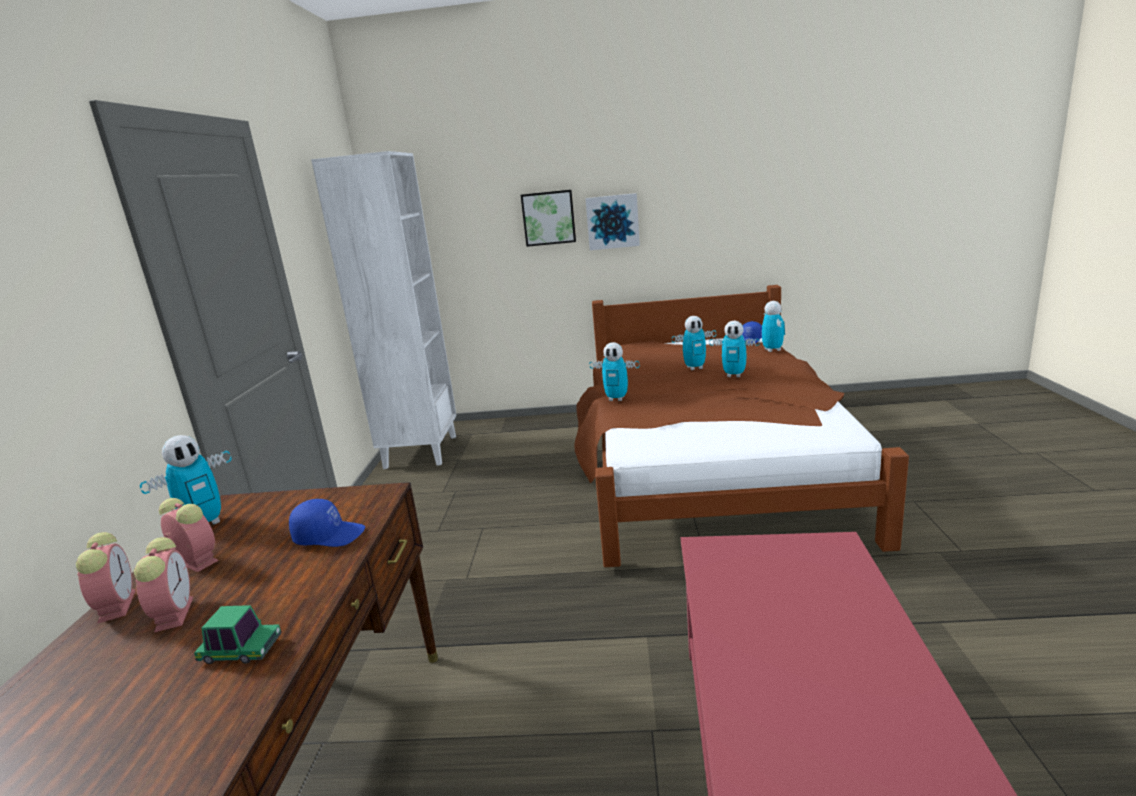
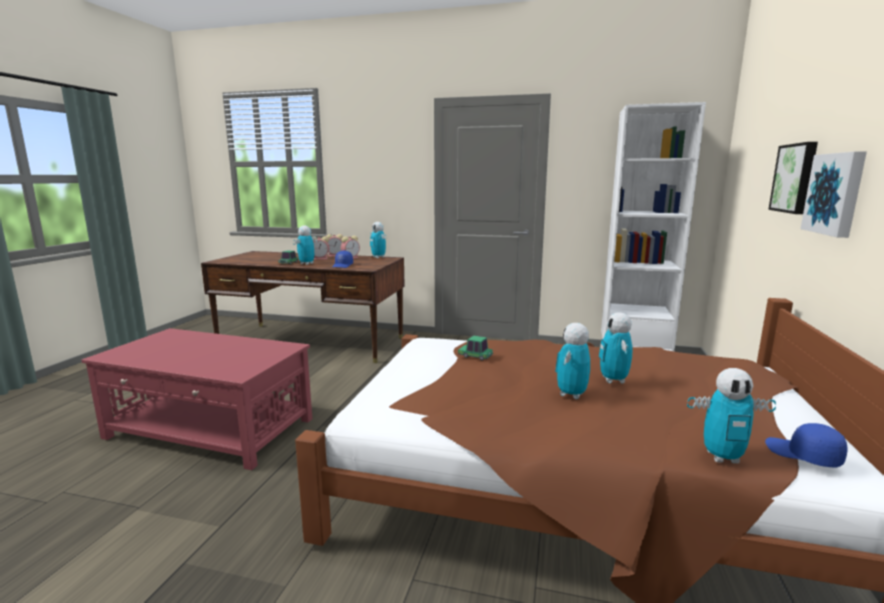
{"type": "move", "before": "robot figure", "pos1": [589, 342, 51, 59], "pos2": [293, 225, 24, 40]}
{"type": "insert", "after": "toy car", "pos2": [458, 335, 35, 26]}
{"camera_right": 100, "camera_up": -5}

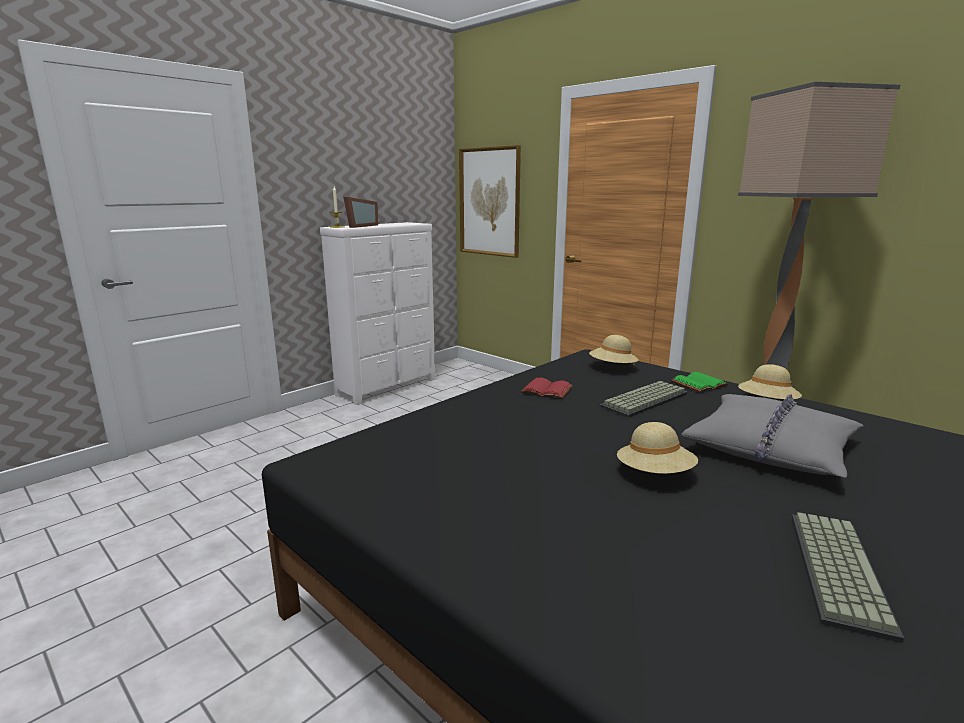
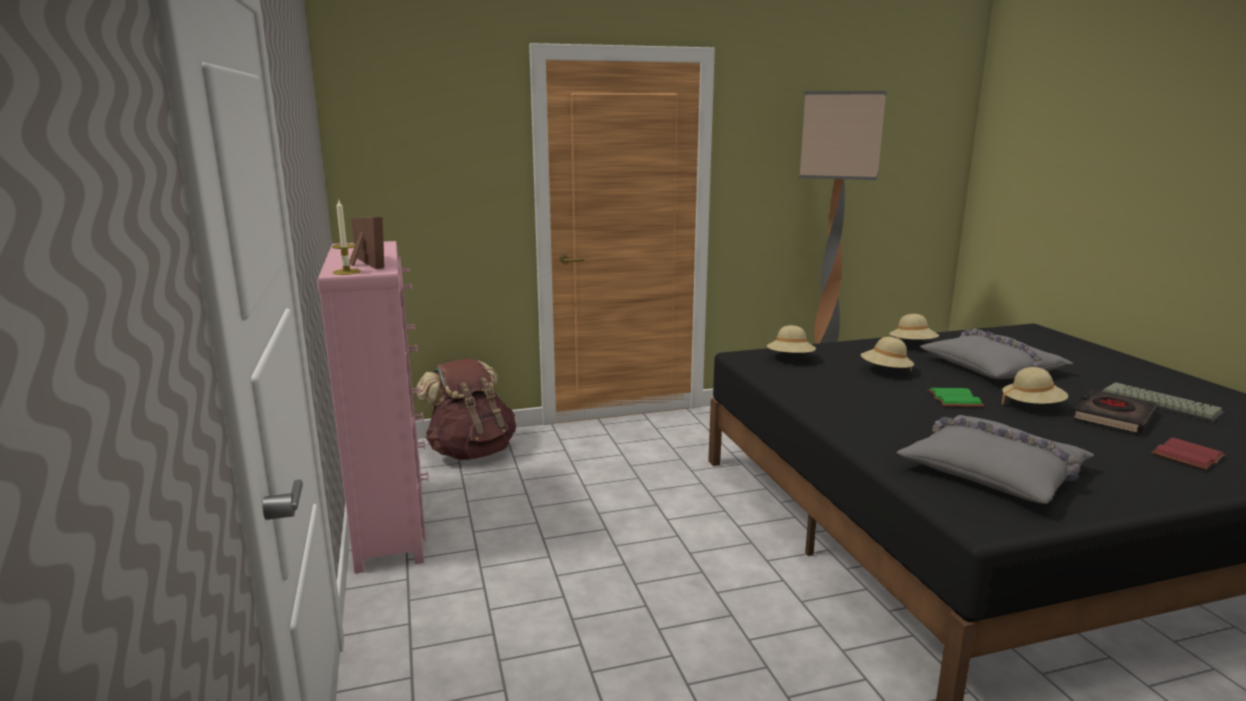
{"type": "delete", "before": "wall art", "pos1": [459, 145, 62, 113]}
{"type": "recolor", "before": "drawer chest (white-coloured)", "after": "drawer chest (pink-coloured)", "pos1": [320, 222, 115, 183], "pos2": [317, 241, 112, 333]}
{"type": "move", "before": "volume (greenish)", "pos1": [671, 372, 58, 20], "pos2": [927, 388, 57, 19]}
{"type": "move", "before": "volume (reddish)", "pos1": [521, 378, 52, 21], "pos2": [1151, 438, 75, 32]}
{"type": "replace", "before": "keyboard", "after": "hat (sand-coloured)", "pos1": [600, 381, 87, 37], "pos2": [861, 337, 53, 34]}
{"type": "insert", "after": "backpack (brownish)", "pos2": [416, 358, 100, 102]}
{"type": "insert", "after": "volume (black-coloured)", "pos2": [1072, 389, 86, 45]}
{"type": "insert", "after": "cushion (greyish)", "pos2": [897, 415, 197, 89]}
{"camera_right": -60, "camera_up": 0}

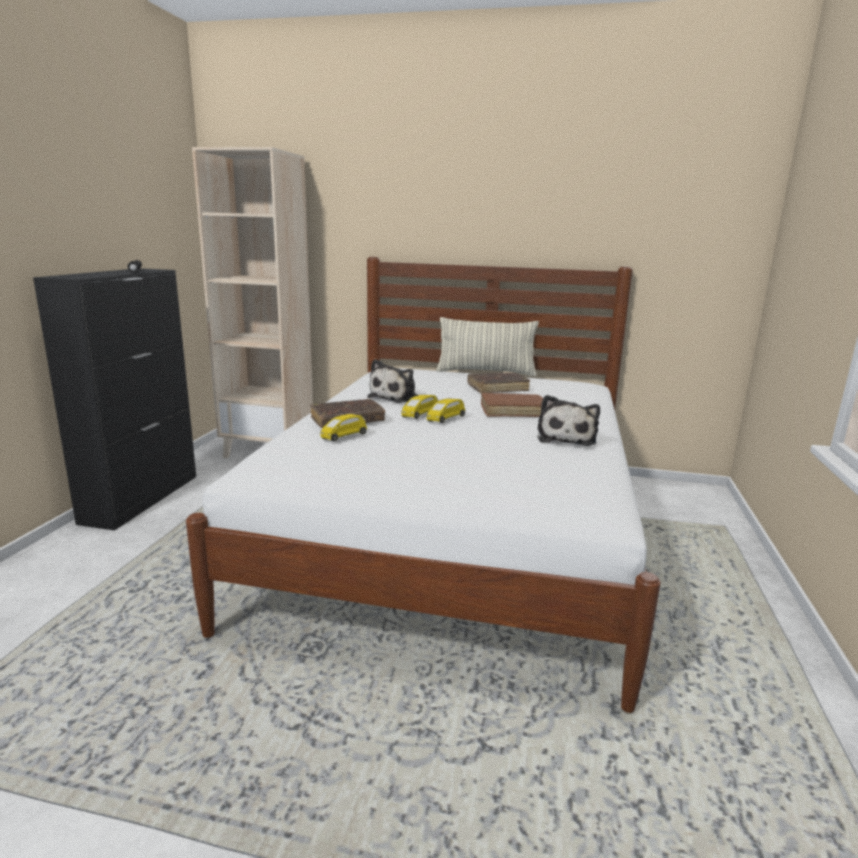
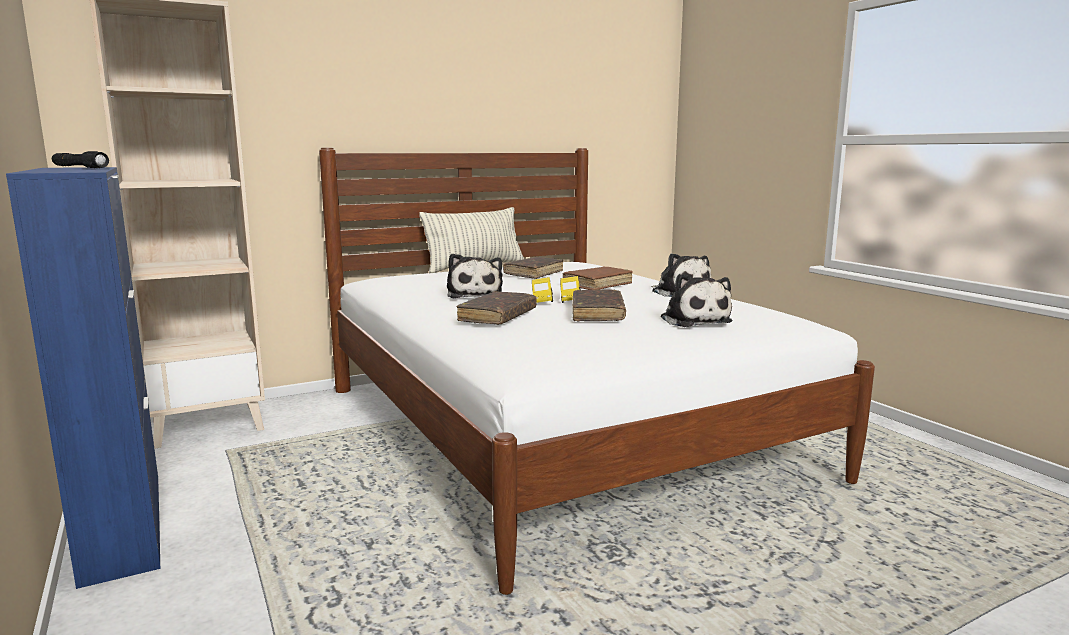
{"type": "recolor", "before": "cupboard (black-coloured)", "after": "cupboard (bluish)", "pos1": [33, 268, 163, 263], "pos2": [6, 167, 155, 422]}
{"type": "delete", "before": "toy car (yellow-coloured)", "pos1": [320, 414, 47, 27]}
{"type": "insert", "after": "cuddly toy", "pos2": [661, 274, 72, 53]}
{"type": "insert", "after": "volume (brownish)", "pos2": [572, 289, 54, 32]}
{"camera_right": -40, "camera_up": -5}

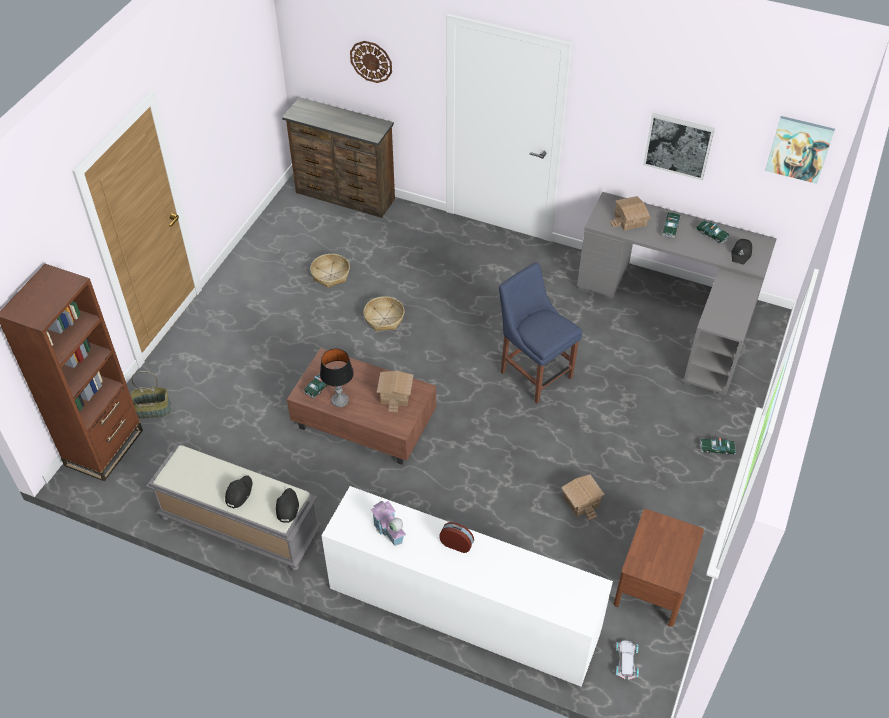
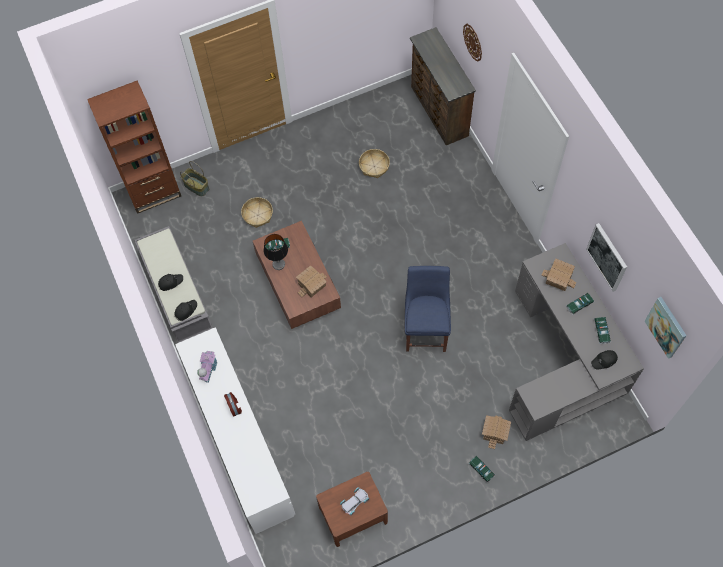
{"type": "move", "before": "basket", "pos1": [363, 296, 41, 36], "pos2": [241, 197, 32, 31]}
{"type": "move", "before": "toy house", "pos1": [561, 475, 44, 46], "pos2": [482, 415, 29, 34]}
{"type": "move", "before": "toy car (white-coloured)", "pos1": [615, 640, 24, 40], "pos2": [340, 487, 29, 29]}
{"camera_right": 45, "camera_up": 15}

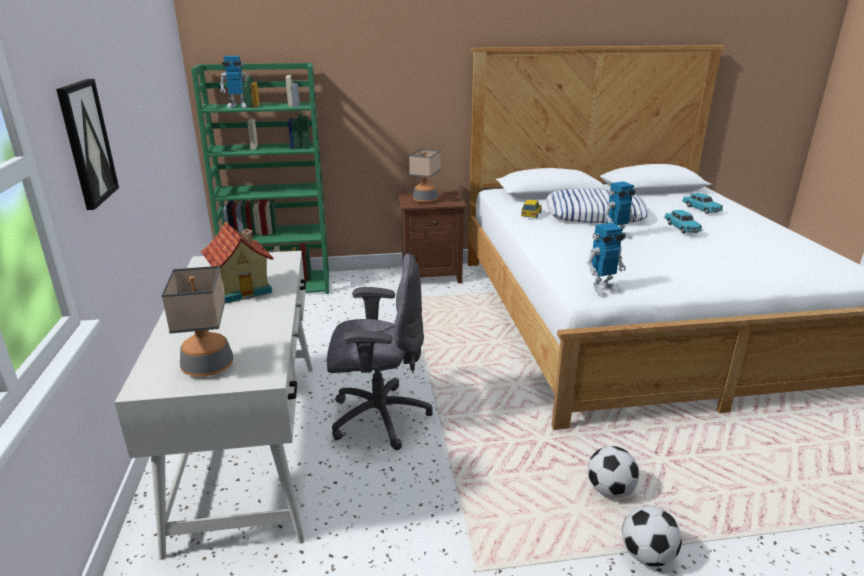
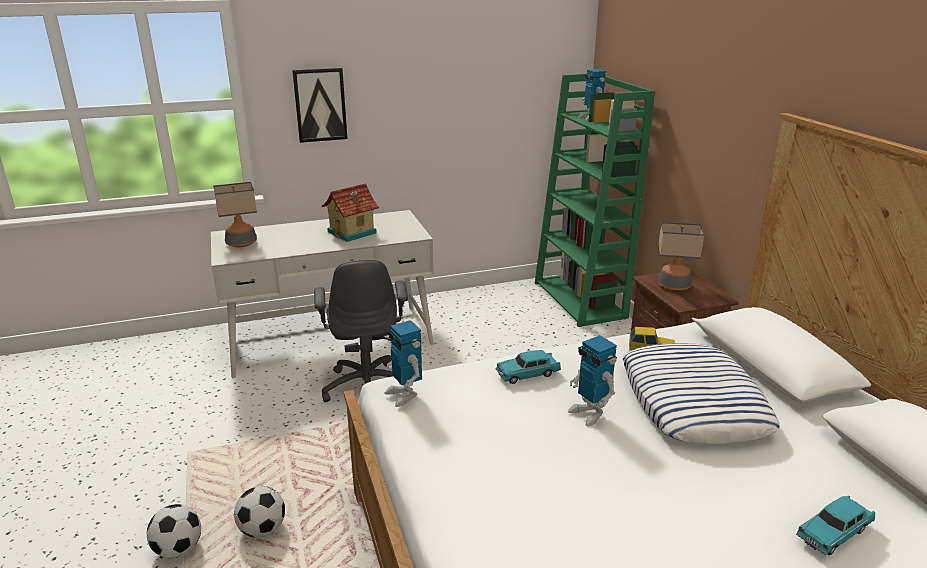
{"type": "move", "before": "toy car (turquoise-coloured)", "pos1": [664, 210, 38, 24], "pos2": [496, 350, 65, 34]}
{"camera_right": 80, "camera_up": 0}

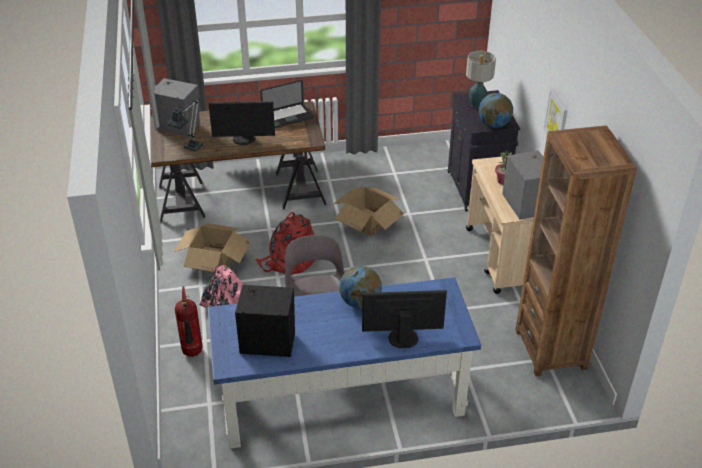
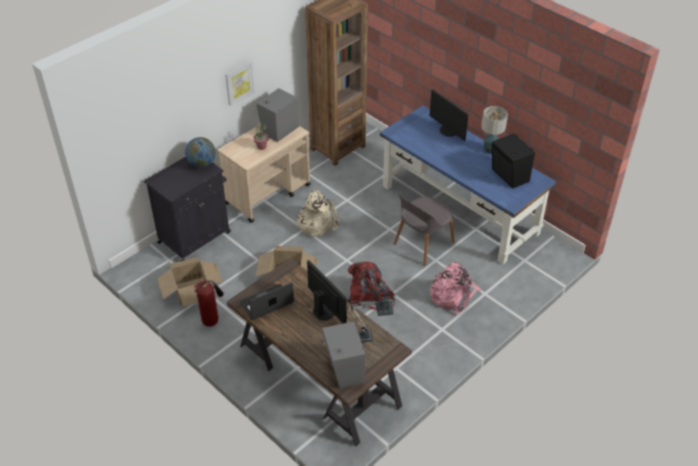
{"type": "move", "before": "tabletop lamp", "pos1": [466, 51, 30, 57], "pos2": [481, 106, 27, 48]}
{"type": "rotate", "before": "laptop", "pos1": [260, 80, 54, 48], "pos2": [239, 282, 55, 38], "turn": -60}
{"type": "move", "before": "cardboard box", "pos1": [174, 223, 76, 49], "pos2": [157, 257, 66, 50]}
{"type": "delete", "before": "desk globe", "pos1": [339, 266, 43, 43]}
{"type": "move", "before": "fire-fighting cylinder", "pos1": [175, 286, 28, 71], "pos2": [194, 281, 30, 46]}
{"type": "insert", "after": "backpack (sand-coloured)", "pos2": [295, 190, 44, 47]}
{"camera_right": -125, "camera_up": 5}

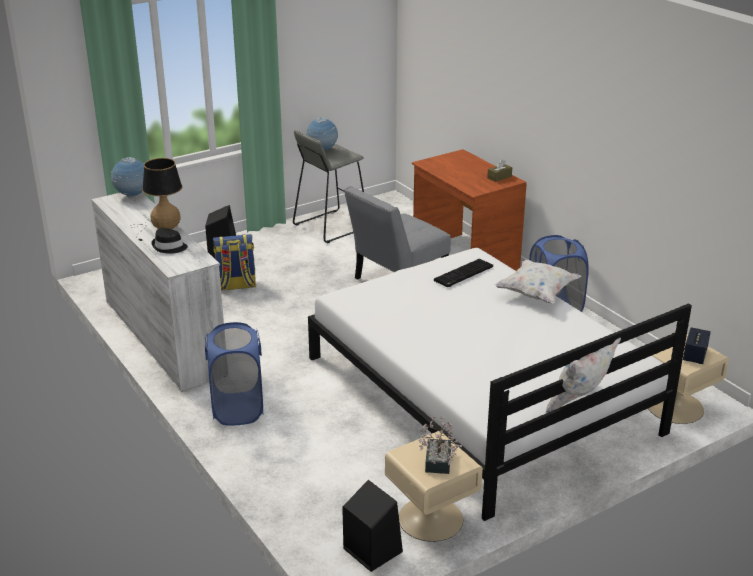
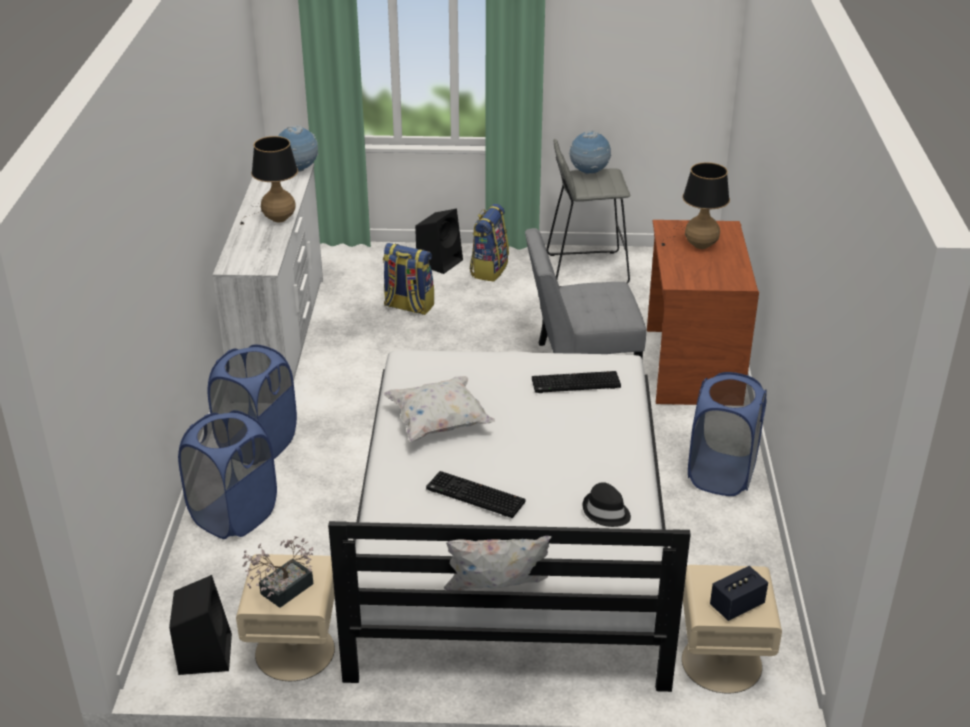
{"type": "delete", "before": "tissue holder (brownish)", "pos1": [487, 159, 25, 23]}
{"type": "move", "before": "hat (black-coloured)", "pos1": [152, 228, 36, 26], "pos2": [583, 482, 48, 45]}
{"type": "move", "before": "cushion (white-coloured)", "pos1": [495, 260, 86, 43], "pos2": [383, 376, 112, 66]}
{"type": "insert", "after": "tabletop lamp", "pos2": [661, 162, 69, 87]}
{"type": "insert", "after": "backpack", "pos2": [470, 204, 39, 78]}
{"type": "insert", "after": "hamper (bluish)", "pos2": [178, 410, 99, 129]}
{"type": "insert", "after": "keyboard", "pos2": [426, 471, 99, 47]}
{"camera_right": 35, "camera_up": 5}

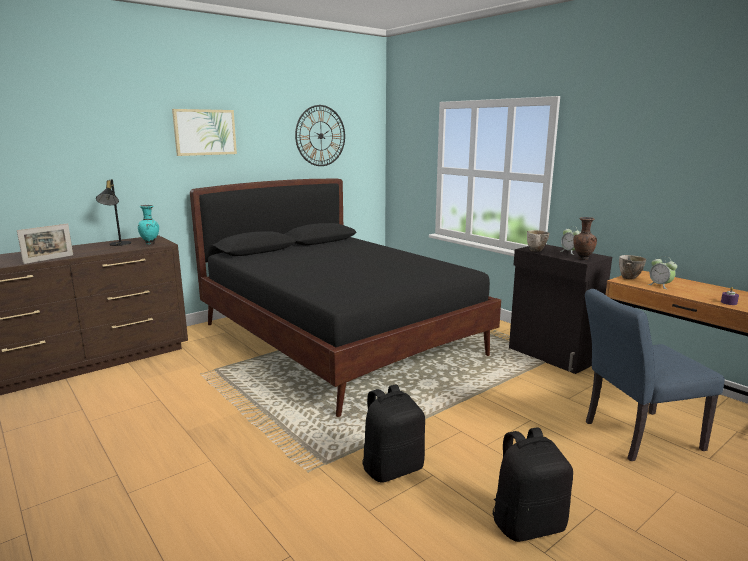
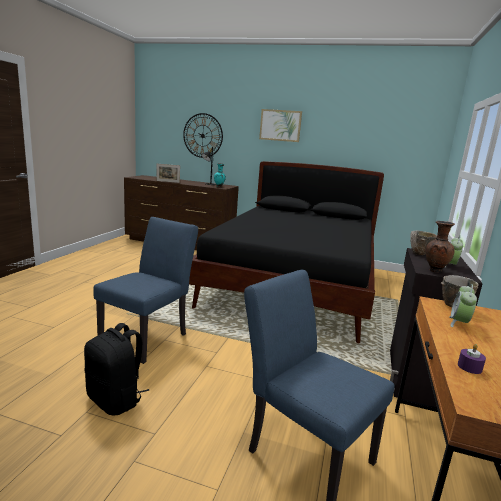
{"type": "move", "before": "clock on the wall", "pos1": [295, 105, 50, 61], "pos2": [183, 113, 40, 45]}
{"type": "replace", "before": "backpack (black-coloured)", "after": "chair (bluish)", "pos1": [362, 384, 63, 99], "pos2": [93, 217, 105, 147]}
{"camera_right": 55, "camera_up": 0}

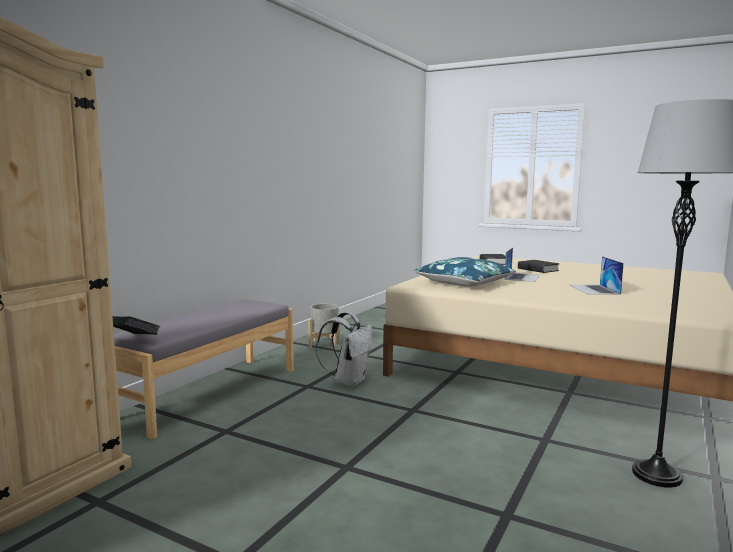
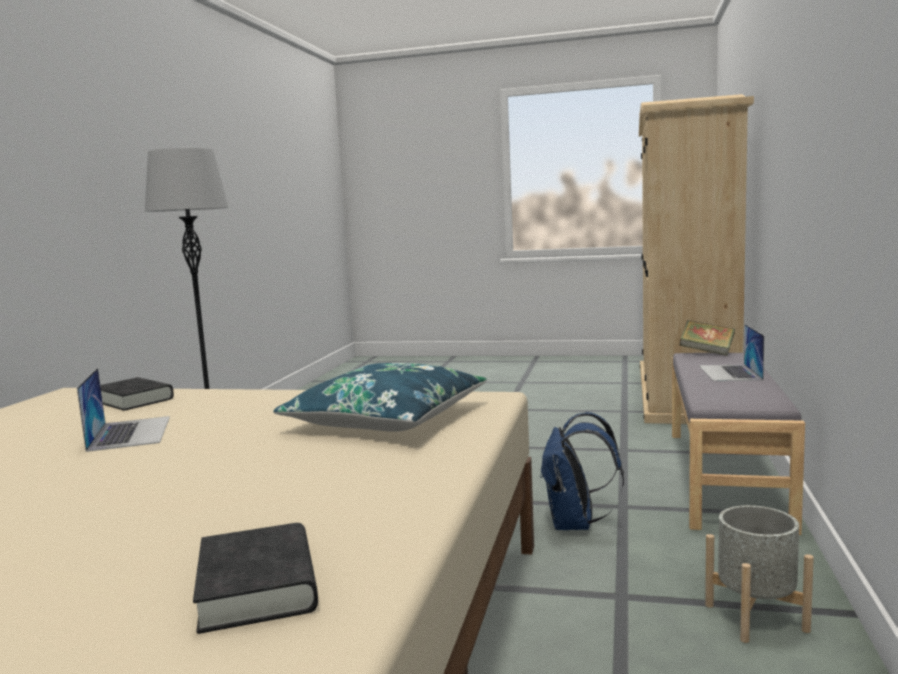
{"type": "move", "before": "laptop", "pos1": [505, 248, 35, 34], "pos2": [699, 324, 65, 57]}
{"type": "move", "before": "volume (black-coloured)", "pos1": [518, 260, 41, 13], "pos2": [100, 377, 74, 34]}
{"type": "recolor", "before": "backpack (white-coloured)", "after": "backpack (bluish)", "pos1": [316, 312, 56, 75], "pos2": [540, 412, 84, 118]}
{"camera_right": 165, "camera_up": 0}

